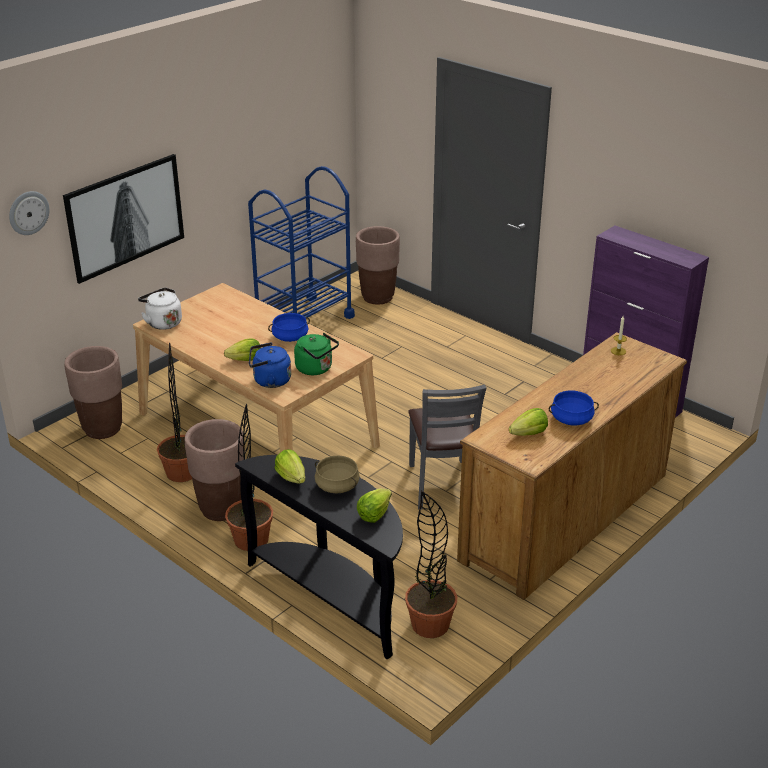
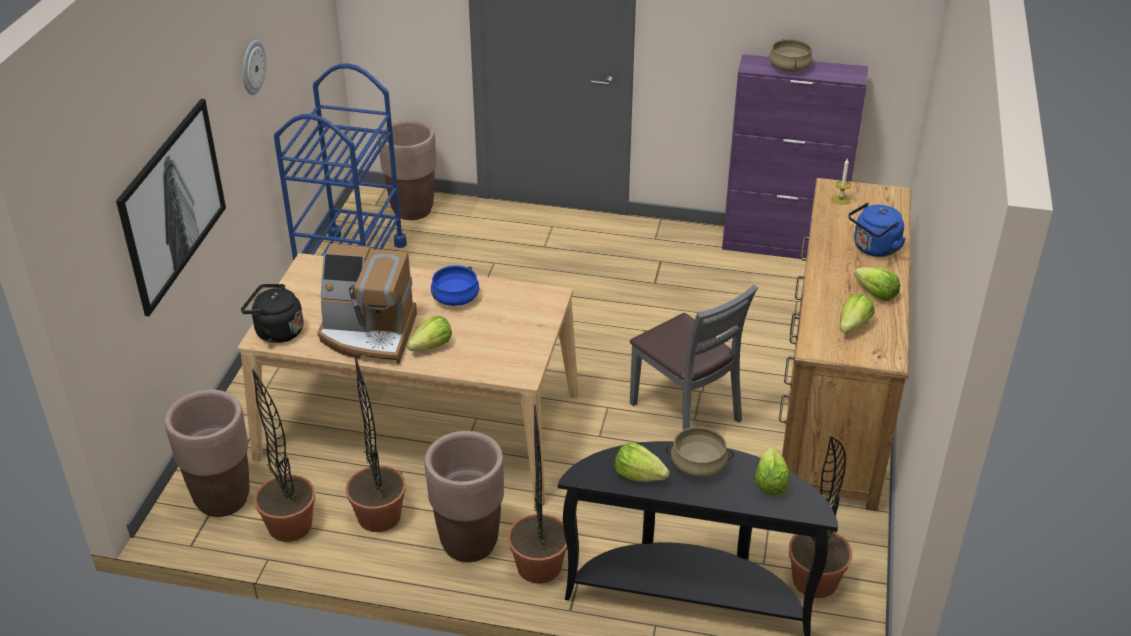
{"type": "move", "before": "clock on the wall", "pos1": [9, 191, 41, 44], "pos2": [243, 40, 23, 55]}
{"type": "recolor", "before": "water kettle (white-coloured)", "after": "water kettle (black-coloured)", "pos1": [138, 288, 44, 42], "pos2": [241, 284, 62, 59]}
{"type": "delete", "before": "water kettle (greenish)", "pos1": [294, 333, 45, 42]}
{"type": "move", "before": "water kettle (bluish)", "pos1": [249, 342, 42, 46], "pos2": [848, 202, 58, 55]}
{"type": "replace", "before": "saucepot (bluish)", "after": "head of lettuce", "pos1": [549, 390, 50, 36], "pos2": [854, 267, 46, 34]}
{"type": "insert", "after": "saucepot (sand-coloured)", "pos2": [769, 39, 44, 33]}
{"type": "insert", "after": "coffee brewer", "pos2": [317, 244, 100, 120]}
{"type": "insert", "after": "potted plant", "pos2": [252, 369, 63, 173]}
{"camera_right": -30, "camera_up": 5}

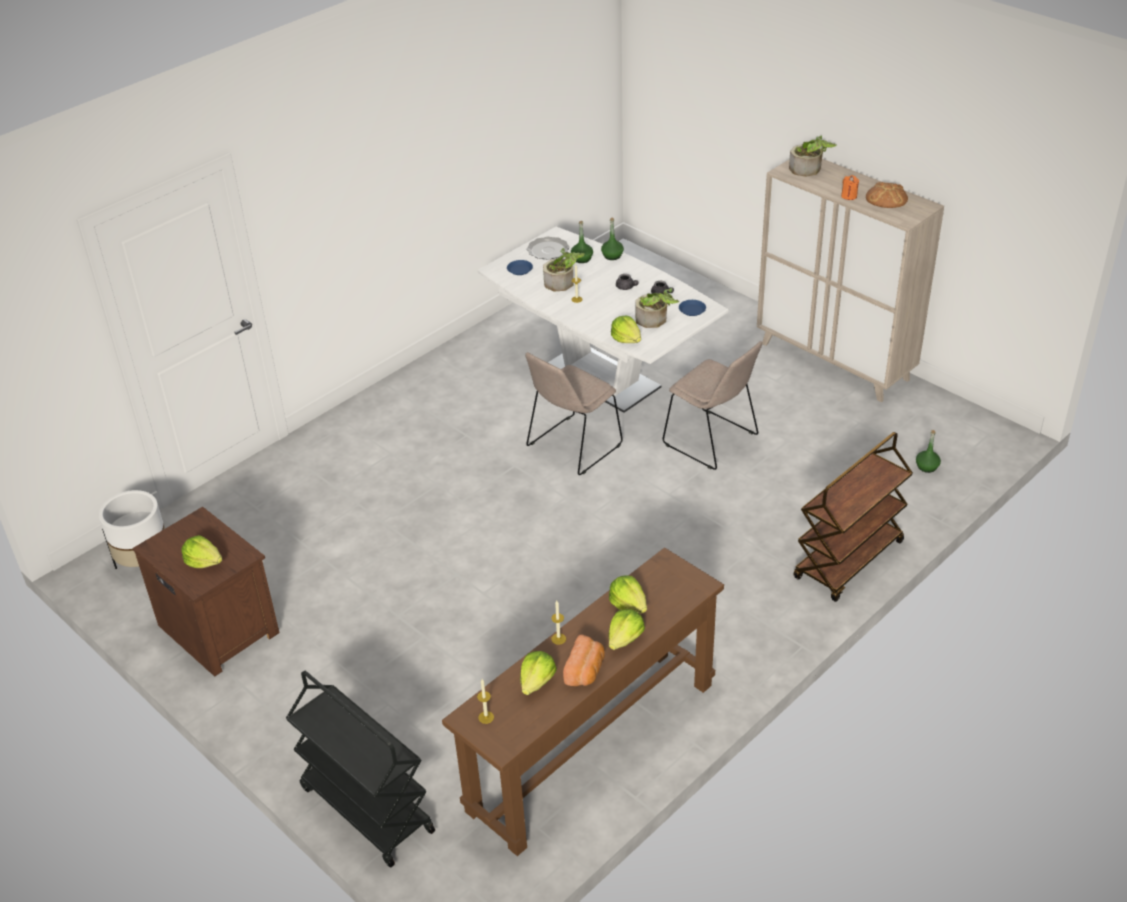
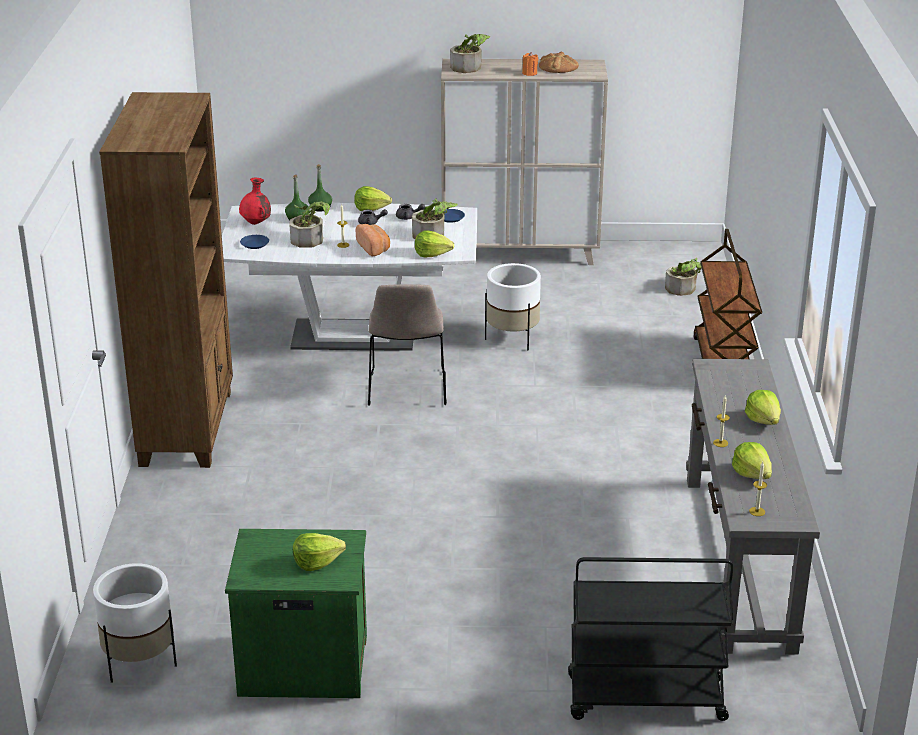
{"type": "replace", "before": "dinner plate", "after": "decorative vase (reddish)", "pos1": [527, 237, 43, 23], "pos2": [239, 178, 32, 47]}
{"type": "replace", "before": "chair (sand-coloured)", "after": "flower pot (white-coloured)", "pos1": [663, 341, 99, 129], "pos2": [485, 263, 56, 87]}
{"type": "replace", "before": "beverage bottle (greenish)", "after": "potted plant", "pos1": [916, 430, 25, 43], "pos2": [665, 258, 37, 38]}
{"type": "recolor", "before": "night table (brownish)", "after": "night table (greenish)", "pos1": [133, 507, 147, 169], "pos2": [225, 529, 142, 169]}
{"type": "recolor", "before": "console table (brownish)", "after": "console table (greyish)", "pos1": [442, 547, 282, 309], "pos2": [686, 359, 134, 296]}
{"type": "move", "before": "head of lettuce", "pos1": [609, 576, 38, 38], "pos2": [354, 186, 38, 25]}
{"type": "move", "before": "baked bread", "pos1": [563, 635, 42, 51], "pos2": [356, 224, 34, 32]}
{"type": "insert", "after": "bookshelf (brownish)", "pos2": [99, 92, 134, 376]}
{"camera_right": -45, "camera_up": -10}

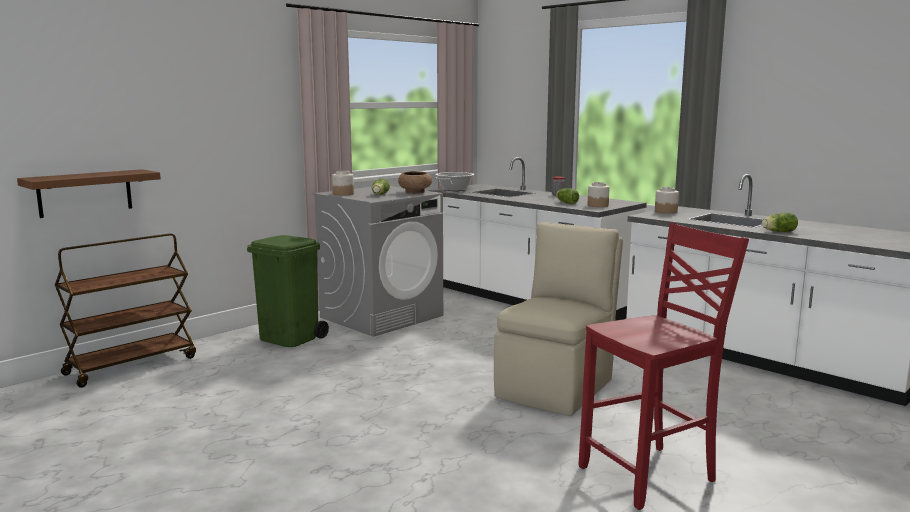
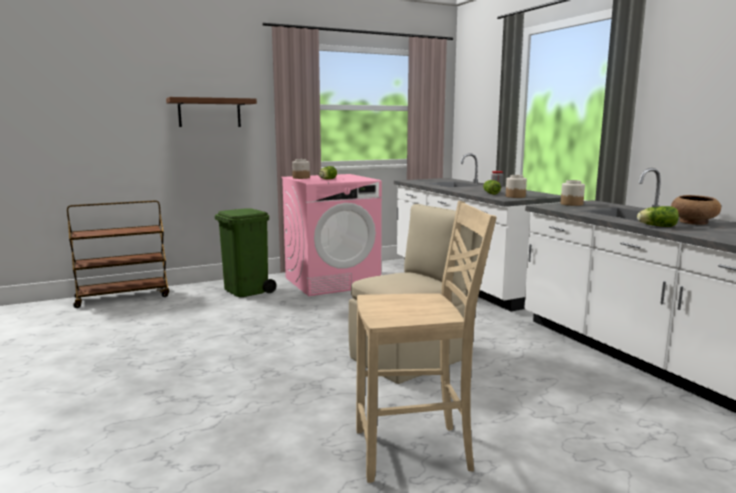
{"type": "move", "before": "wall shelf (brownish)", "pos1": [17, 169, 144, 49], "pos2": [166, 97, 91, 30]}
{"type": "move", "before": "serving bowl (brownish)", "pos1": [398, 171, 34, 23], "pos2": [671, 195, 50, 30]}
{"type": "delete", "before": "saucepot", "pos1": [435, 172, 39, 19]}
{"type": "recolor", "before": "laundry machine (greyish)", "after": "laundry machine (pink-coloured)", "pos1": [313, 186, 130, 151], "pos2": [282, 174, 100, 122]}
{"type": "recolor", "before": "chair (reddish)", "after": "chair (sand-coloured)", "pos1": [579, 222, 170, 288], "pos2": [356, 201, 141, 282]}
{"camera_right": 20, "camera_up": 0}

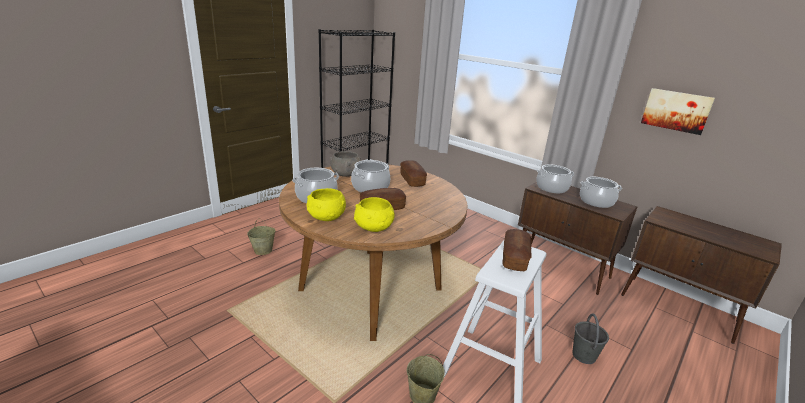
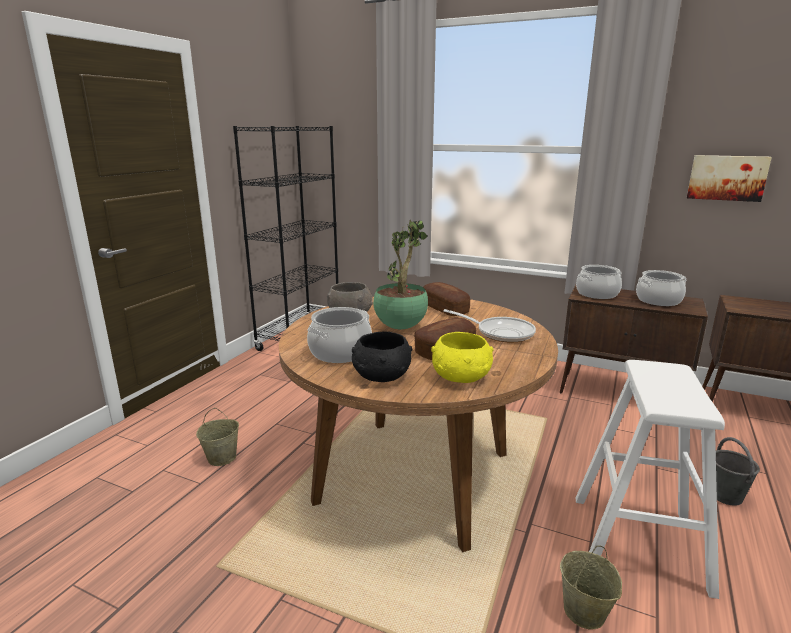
{"type": "replace", "before": "saucepot", "after": "potted plant", "pos1": [351, 160, 39, 32], "pos2": [373, 220, 55, 109]}
{"type": "recolor", "before": "serving bowl (yellow-coloured)", "after": "serving bowl (black-coloured)", "pos1": [307, 188, 39, 33], "pos2": [352, 332, 61, 50]}
{"type": "delete", "before": "baked bread", "pos1": [502, 229, 30, 42]}
{"type": "insert", "after": "frying pan", "pos2": [443, 309, 93, 33]}
{"camera_right": -15, "camera_up": -5}

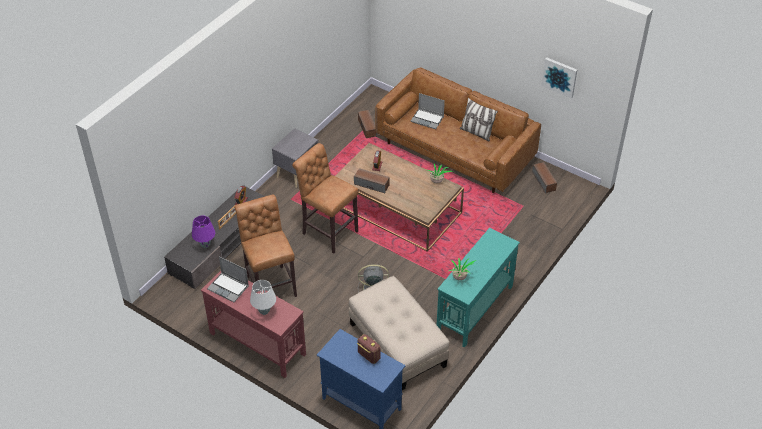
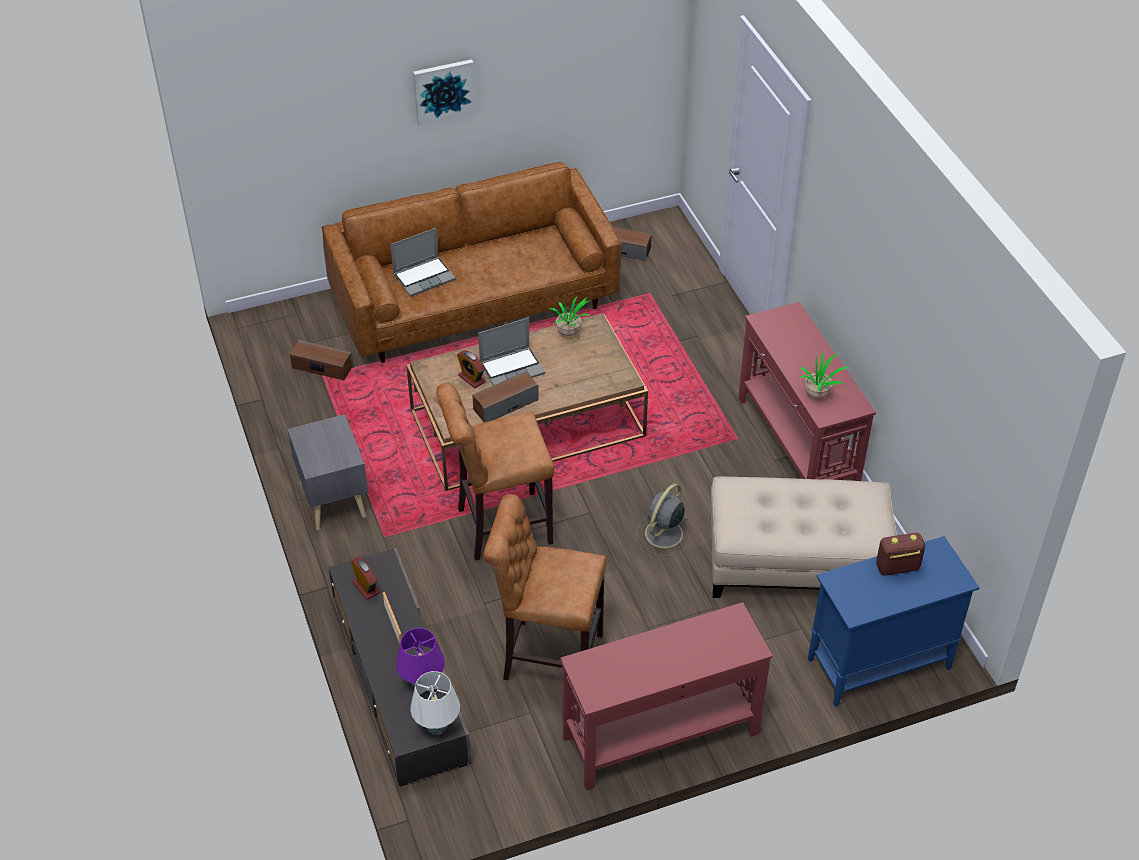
{"type": "move", "before": "wall art", "pos1": [541, 58, 36, 40], "pos2": [413, 59, 63, 66]}
{"type": "delete", "before": "cushion", "pos1": [460, 98, 38, 44]}
{"type": "recolor", "before": "console table (turquoise-coloured)", "after": "console table (reddish)", "pos1": [436, 228, 84, 120], "pos2": [738, 302, 138, 179]}
{"type": "move", "before": "laptop", "pos1": [207, 256, 42, 46], "pos2": [478, 318, 67, 67]}
{"type": "move", "before": "tabletop lamp (white-coloured)", "pos1": [250, 280, 26, 35], "pos2": [410, 671, 50, 64]}
{"camera_right": -55, "camera_up": 0}

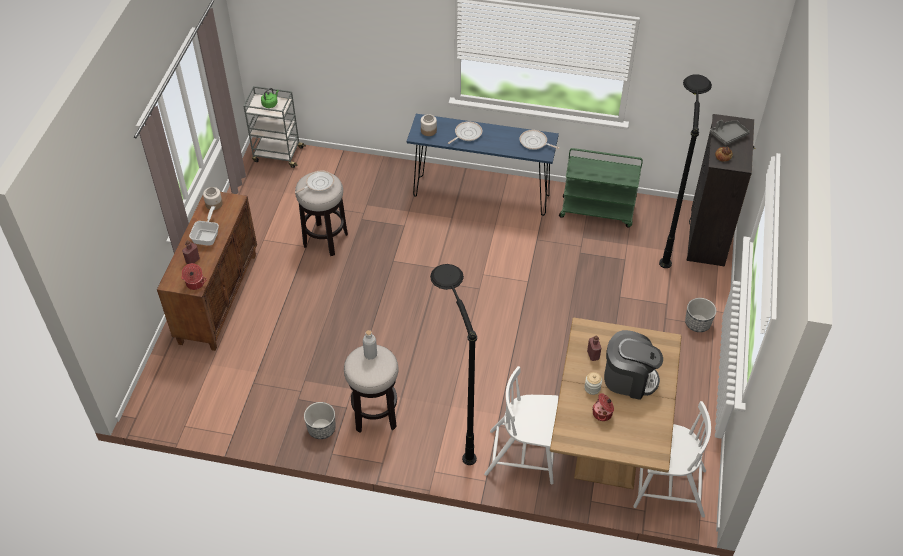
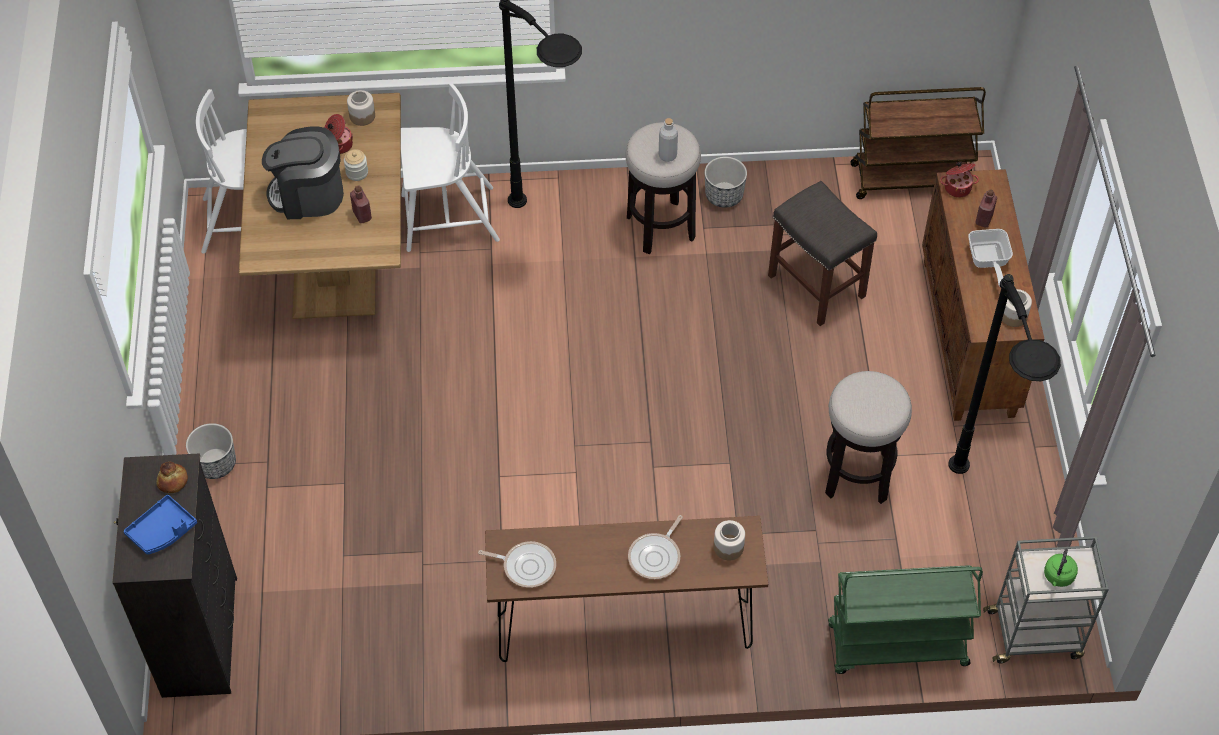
{"type": "move", "before": "standing lamp (black-coloured)", "pos1": [659, 74, 53, 194], "pos2": [949, 274, 112, 200]}
{"type": "recolor", "before": "console table (bluish)", "after": "console table (brownish)", "pos1": [407, 114, 152, 102], "pos2": [485, 516, 283, 146]}
{"type": "recolor", "before": "tray (greyish)", "after": "tray (bluish)", "pos1": [710, 120, 40, 25], "pos2": [124, 495, 73, 60]}
{"type": "move", "before": "wheeled cart (greenish)", "pos1": [559, 148, 84, 80], "pos2": [828, 565, 155, 109]}
{"type": "delete", "before": "frying pan", "pos1": [295, 171, 39, 22]}
{"type": "insert", "after": "wheeled cart (brownish)", "pos2": [851, 87, 135, 112]}
{"type": "insert", "after": "jar", "pos2": [347, 90, 28, 36]}
{"type": "insert", "after": "stool seat (greyish)", "pos2": [768, 181, 109, 145]}
{"camera_right": 165, "camera_up": 5}

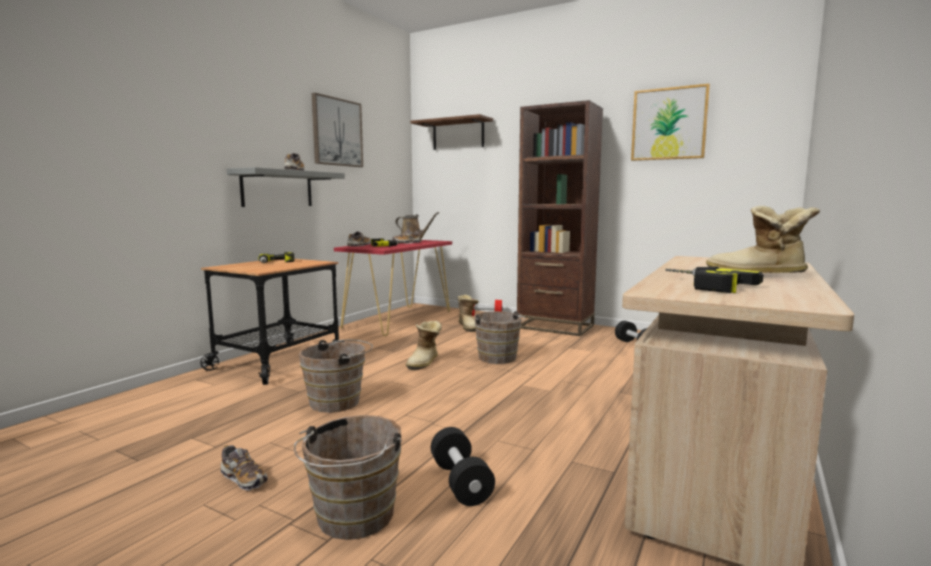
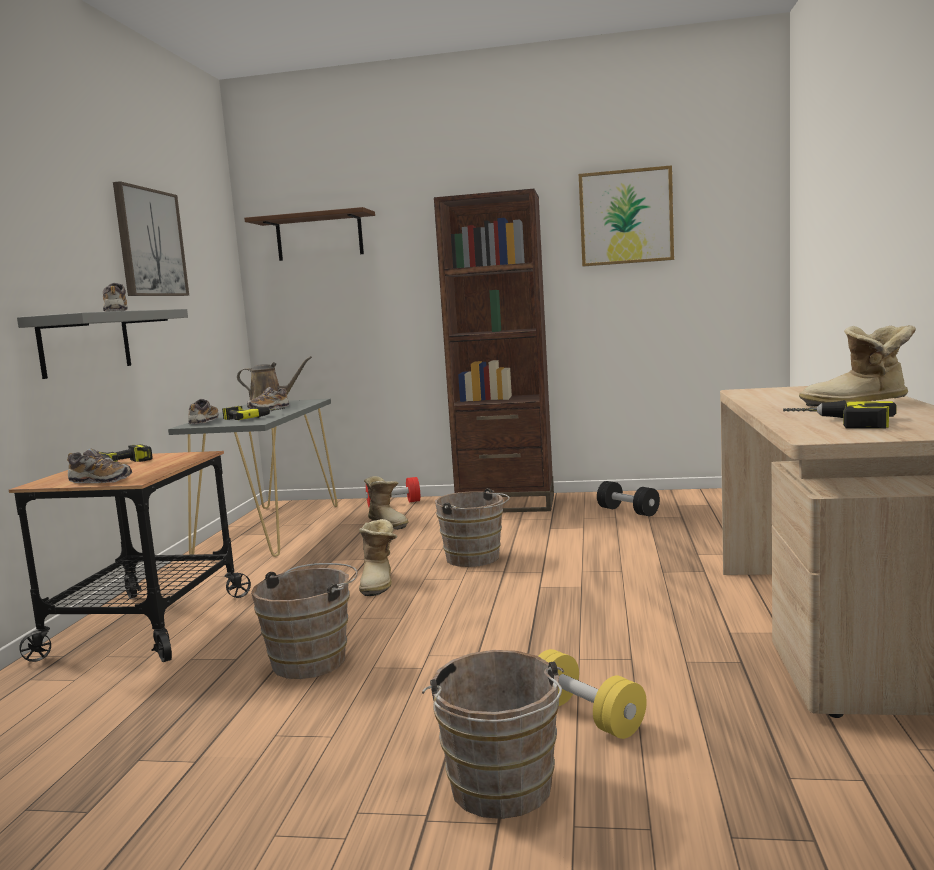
{"type": "recolor", "before": "console table (reddish)", "after": "console table (greyish)", "pos1": [334, 240, 118, 96], "pos2": [168, 399, 169, 158]}
{"type": "recolor", "before": "free weight (black-coloured)", "after": "free weight (yellow-coloured)", "pos1": [431, 427, 64, 79], "pos2": [538, 649, 109, 90]}
{"type": "move", "before": "shoe", "pos1": [221, 445, 47, 46], "pos2": [67, 448, 65, 35]}
{"camera_right": -20, "camera_up": 0}

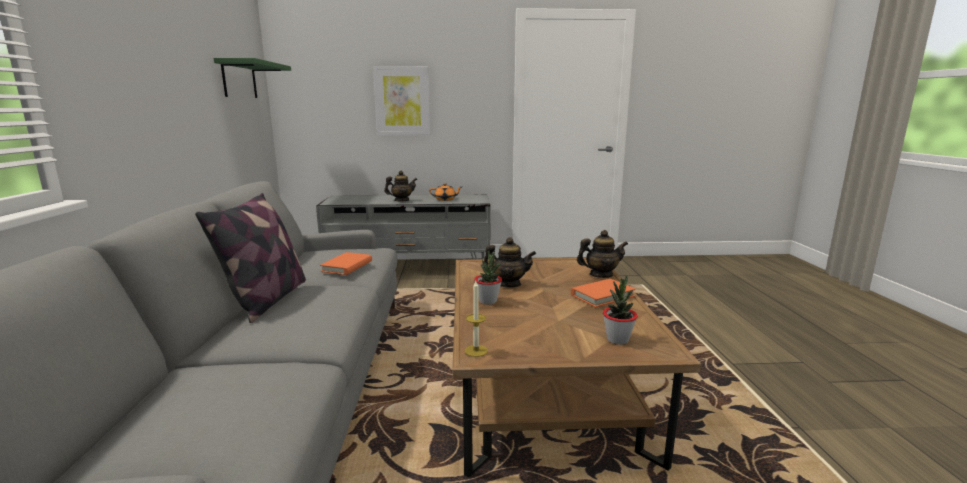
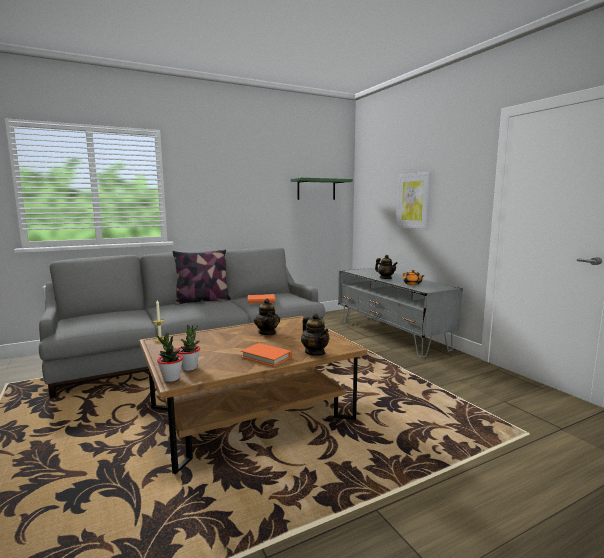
{"type": "move", "before": "potted plant", "pos1": [474, 251, 28, 54], "pos2": [157, 333, 26, 49]}
{"camera_right": 65, "camera_up": -5}

